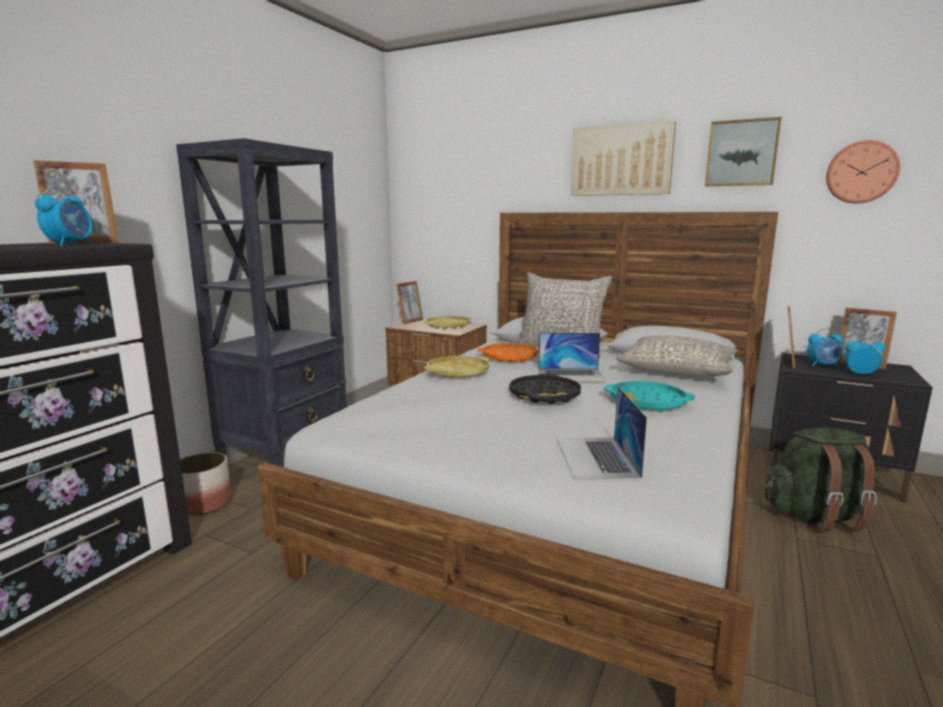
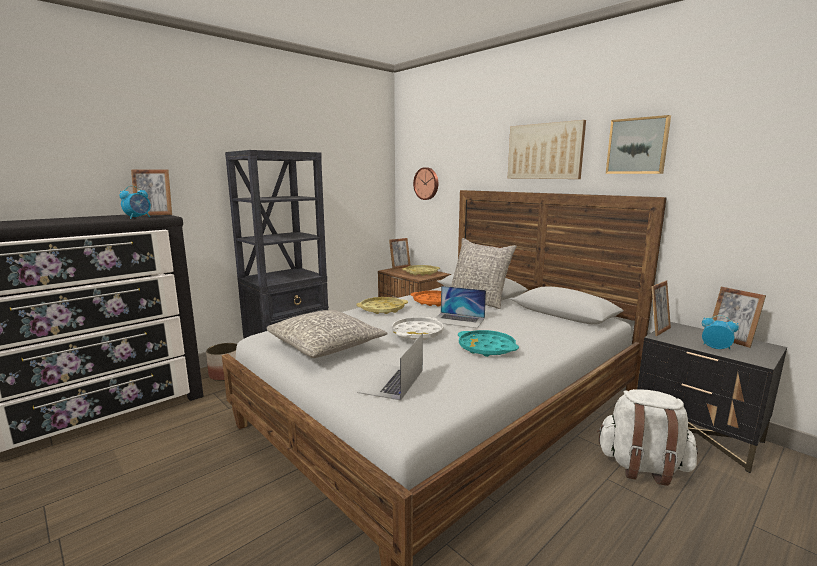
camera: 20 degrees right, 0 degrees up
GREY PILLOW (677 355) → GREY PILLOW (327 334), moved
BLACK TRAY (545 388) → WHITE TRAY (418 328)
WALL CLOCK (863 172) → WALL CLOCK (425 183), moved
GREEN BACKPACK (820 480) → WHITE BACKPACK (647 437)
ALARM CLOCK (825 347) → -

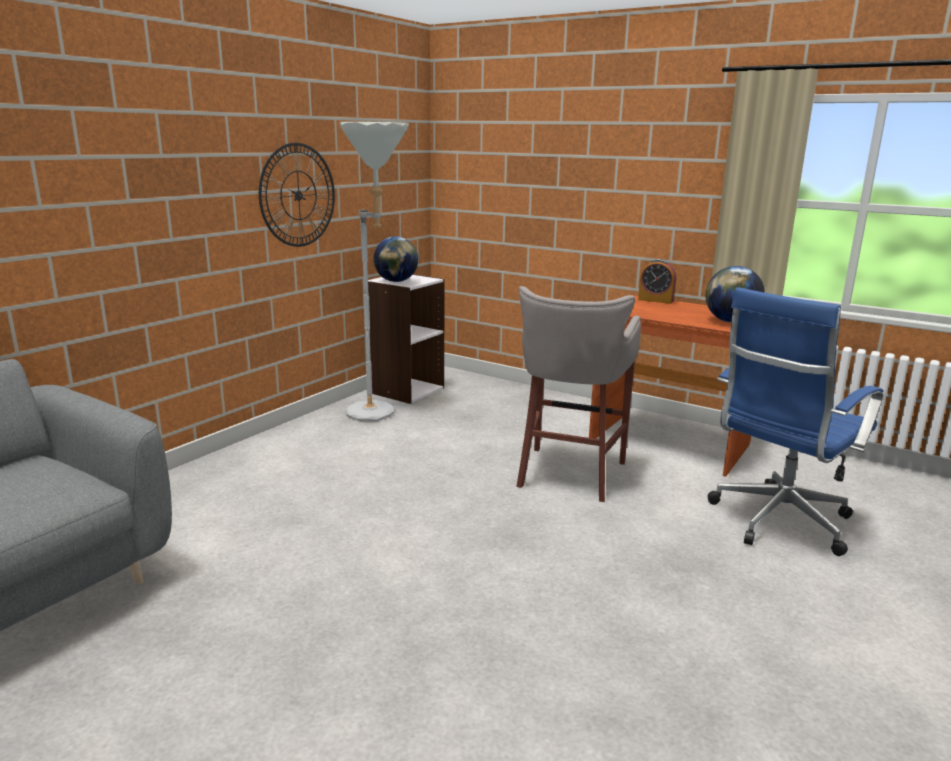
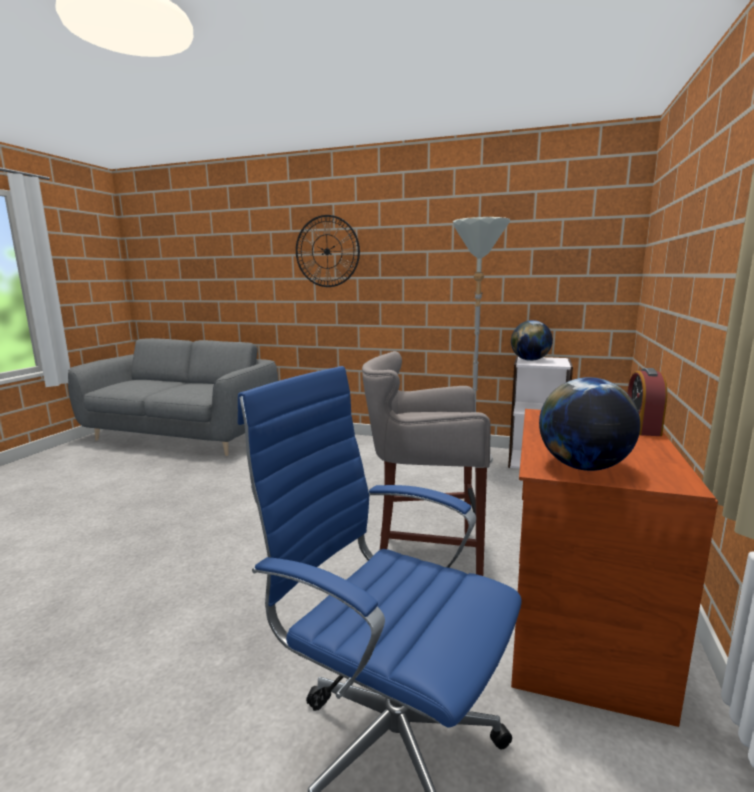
camera: 75 degrees right, 5 degrees down
WALL CLOCK (297 195) → WALL CLOCK (328 251), moved

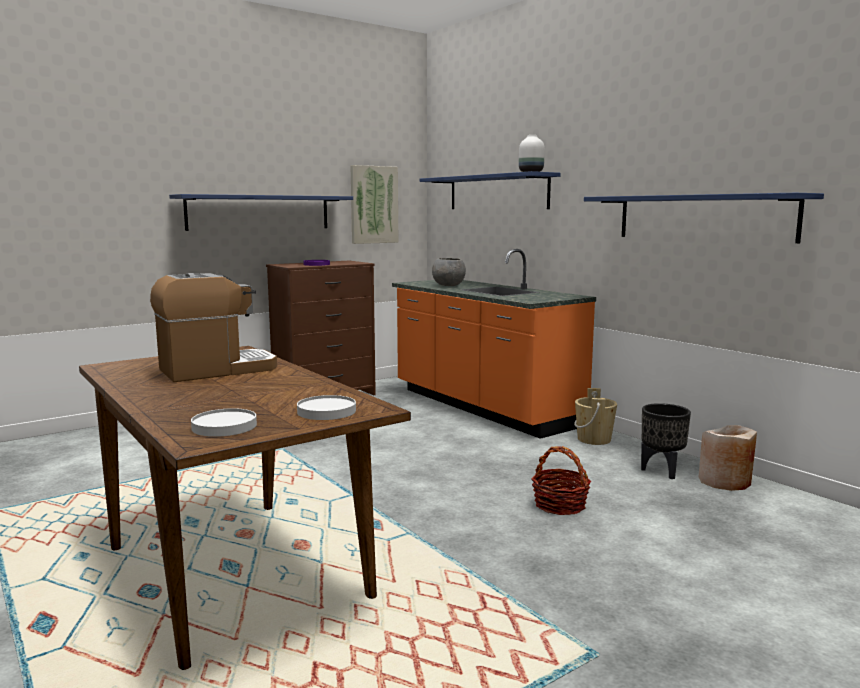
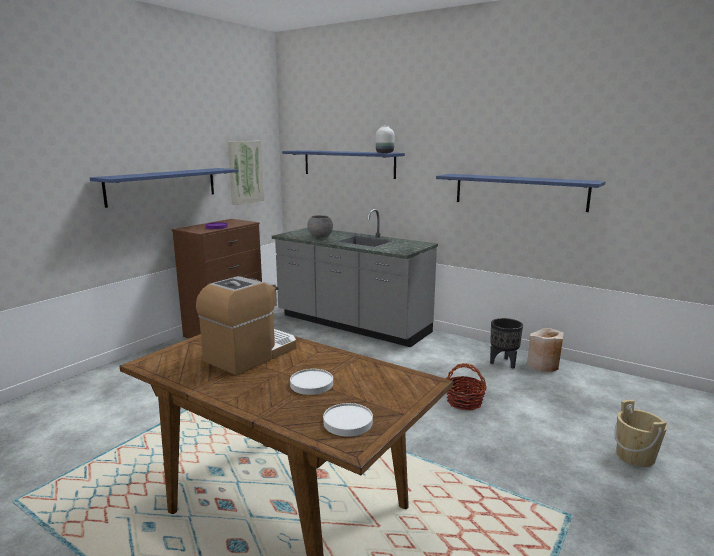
camera: 20 degrees left, 5 degrees up
ORANGE COUNTER (494 344) → GREY COUNTER (355 278)
WHITE PLATE (326 407) → WHITE PLATE (311 382), moved
BEIGE BUCKET (595 416) → BEIGE BUCKET (640 433), moved

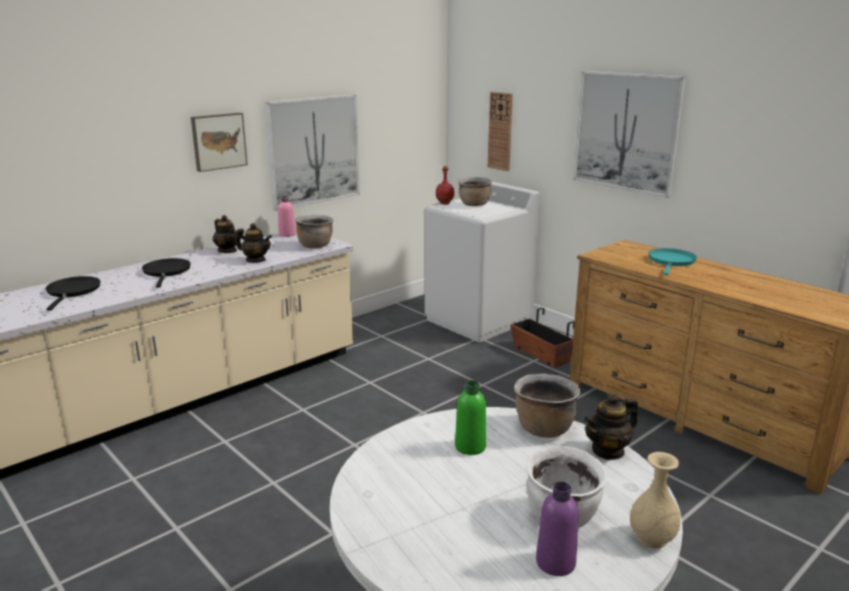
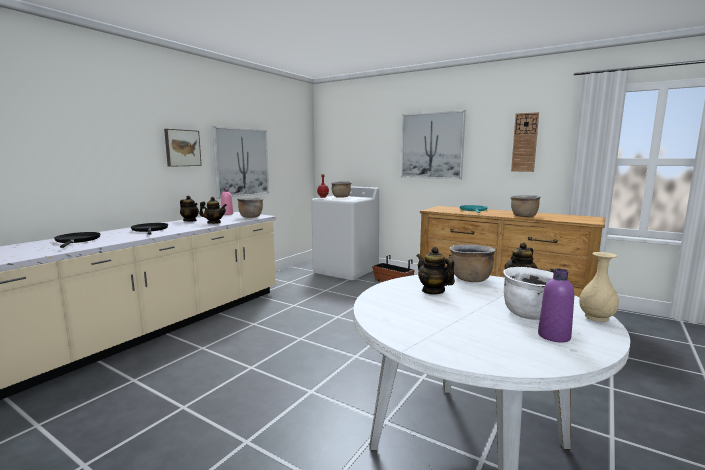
camera: 15 degrees left, 10 degrees down
GREEN BOTTLE (470 417) → TEAPOT (436 271)
- → BROWN COOKING POT (525 206)
WALL CLOCK (500 131) → WALL CLOCK (525 142), moved

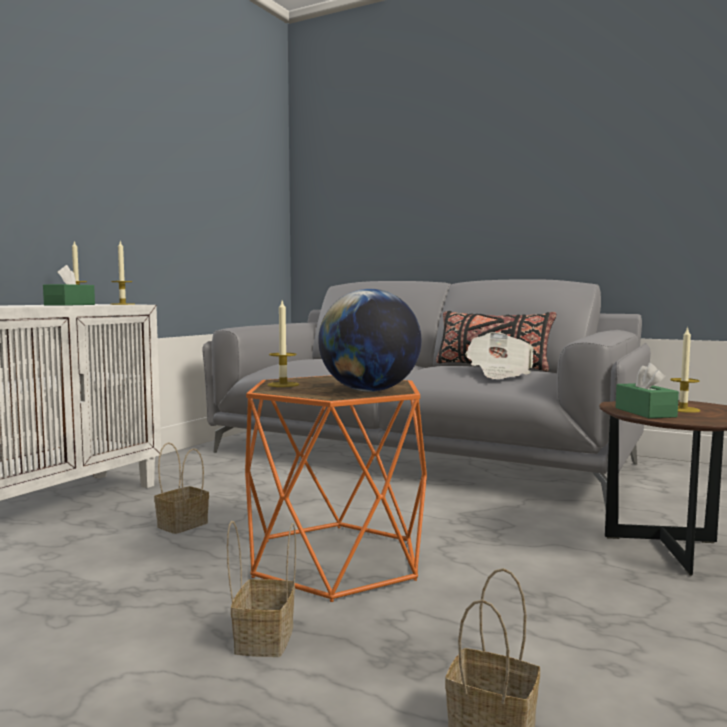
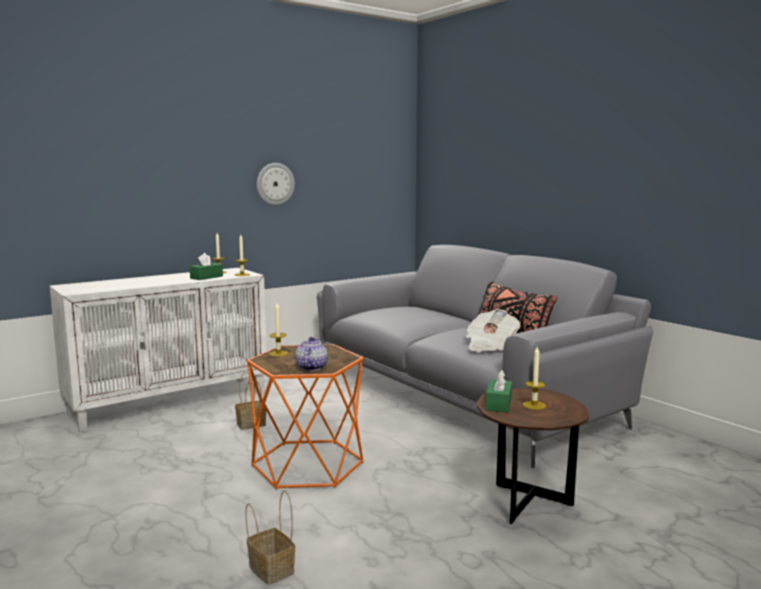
camera: 25 degrees right, 5 degrees up
- → WALL CLOCK (276 184)
GLOBE (369 340) → TEAPOT (311 354)
BASKET (261 589) → -

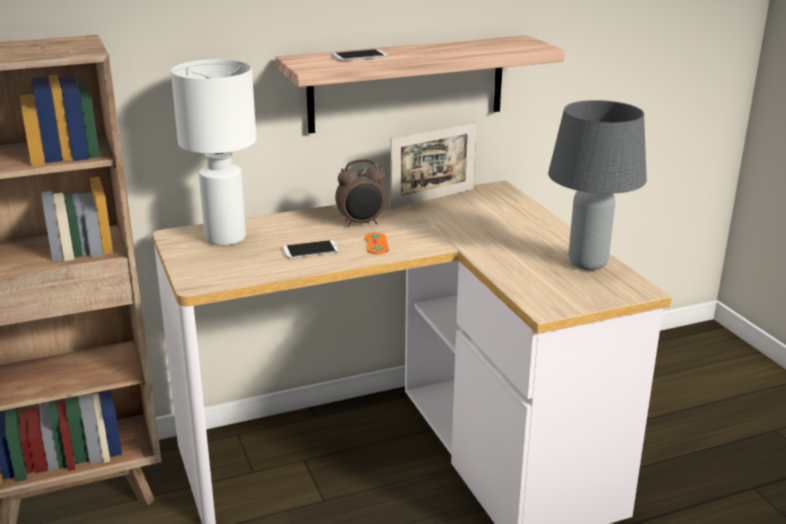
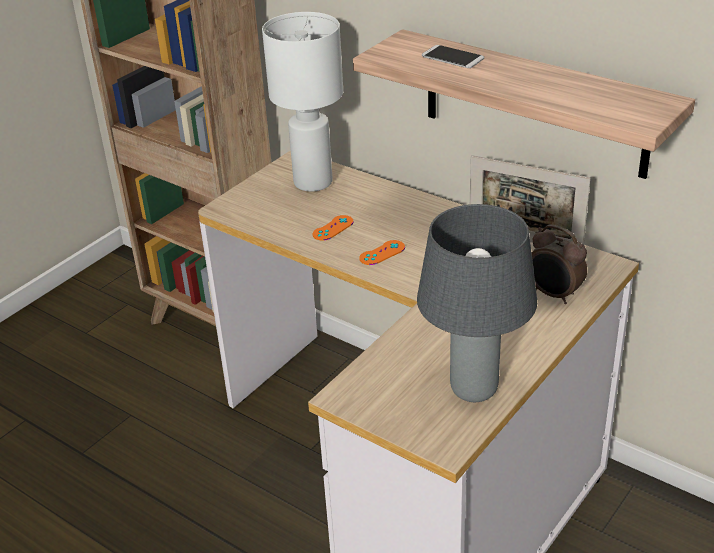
camera: 60 degrees right, 10 degrees up
PHONE (311 249) → ORANGE GAME CONTROLLER (333 228)
ALARM CLOCK (360 193) → ALARM CLOCK (559 264), moved

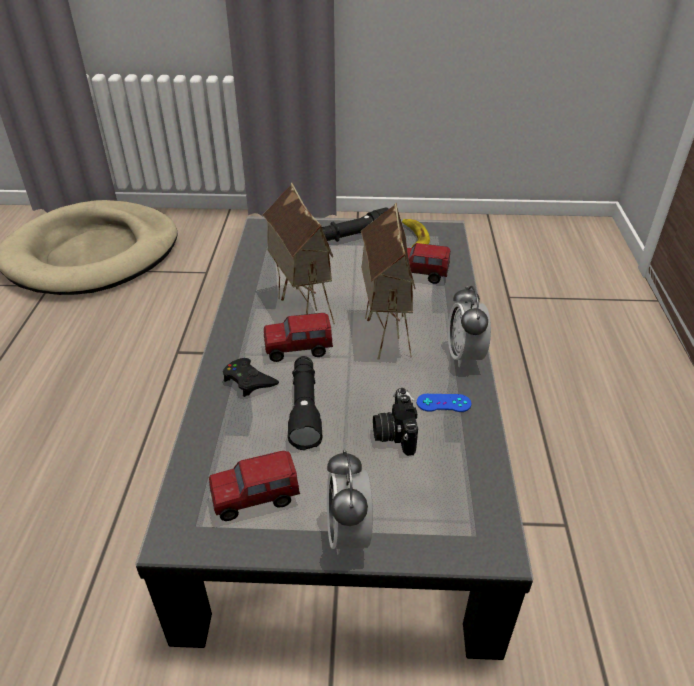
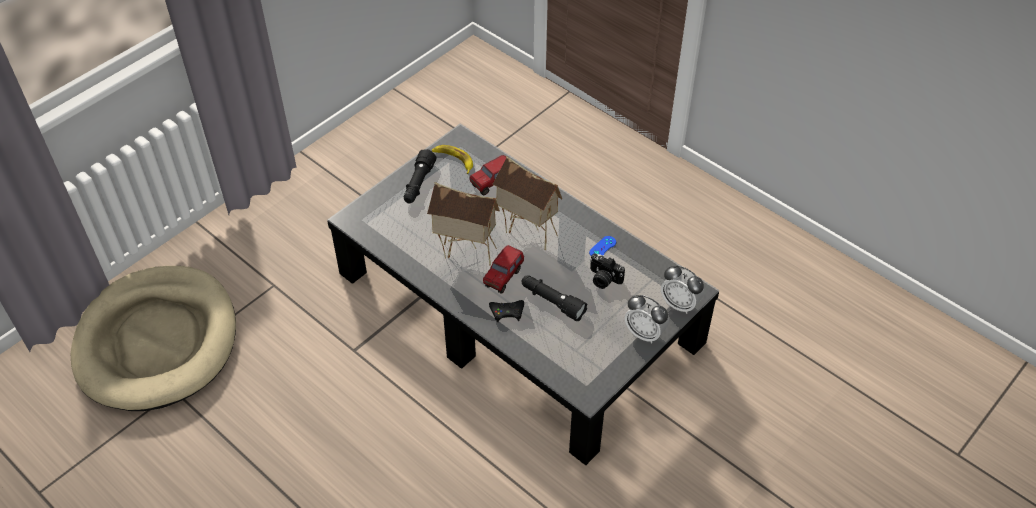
camera: 50 degrees left, 10 degrees up
ALARM CLOCK (469 326) → ALARM CLOCK (682 290), moved
TOY TRUCK (254 486) → -

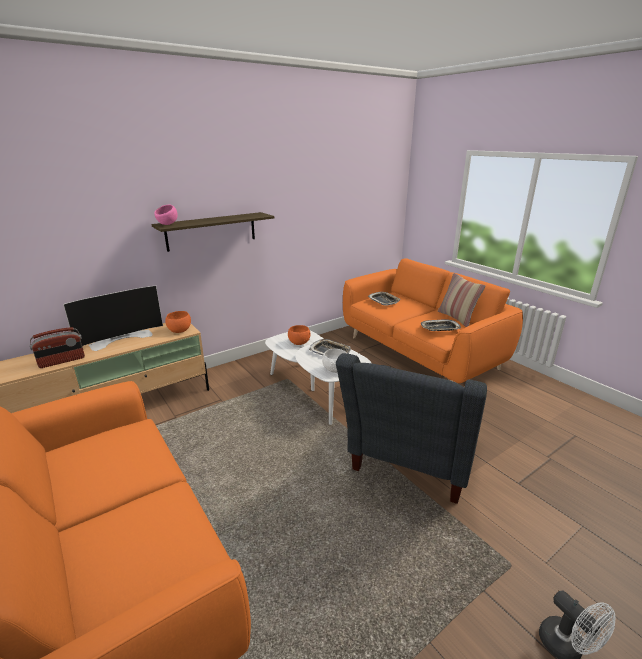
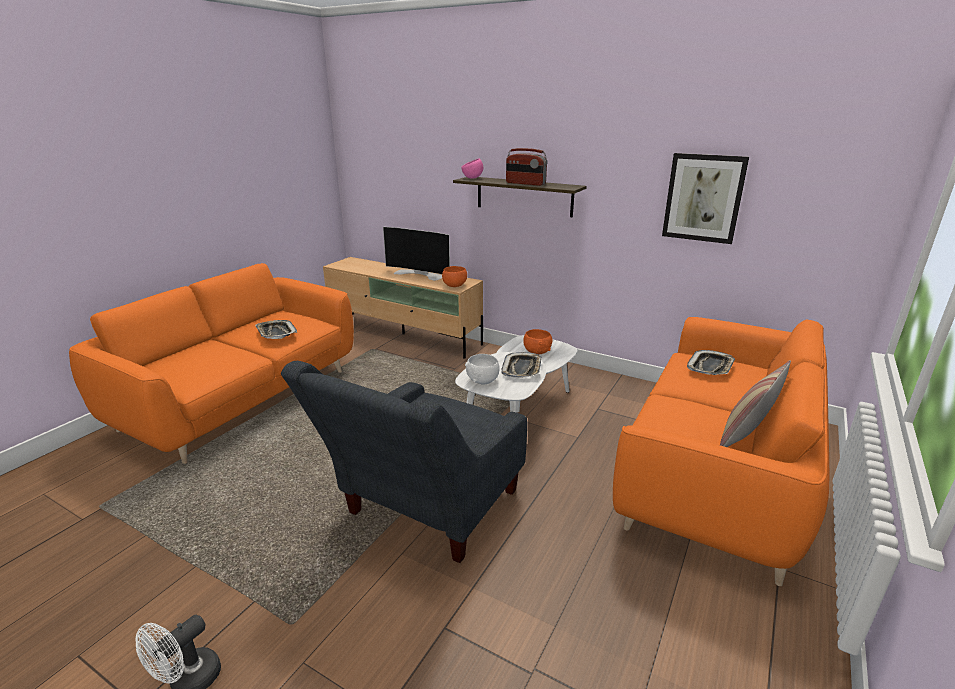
camera: 65 degrees right, 0 degrees up
TRAY (441 325) → TRAY (276 329), moved
GREY ARMCHAIR (411 428) → GREY ARMCHAIR (404 462), 60 degrees counterclockwise
RADIO (57 347) → RADIO (527 167), moved
- → PICTURE (705 198)

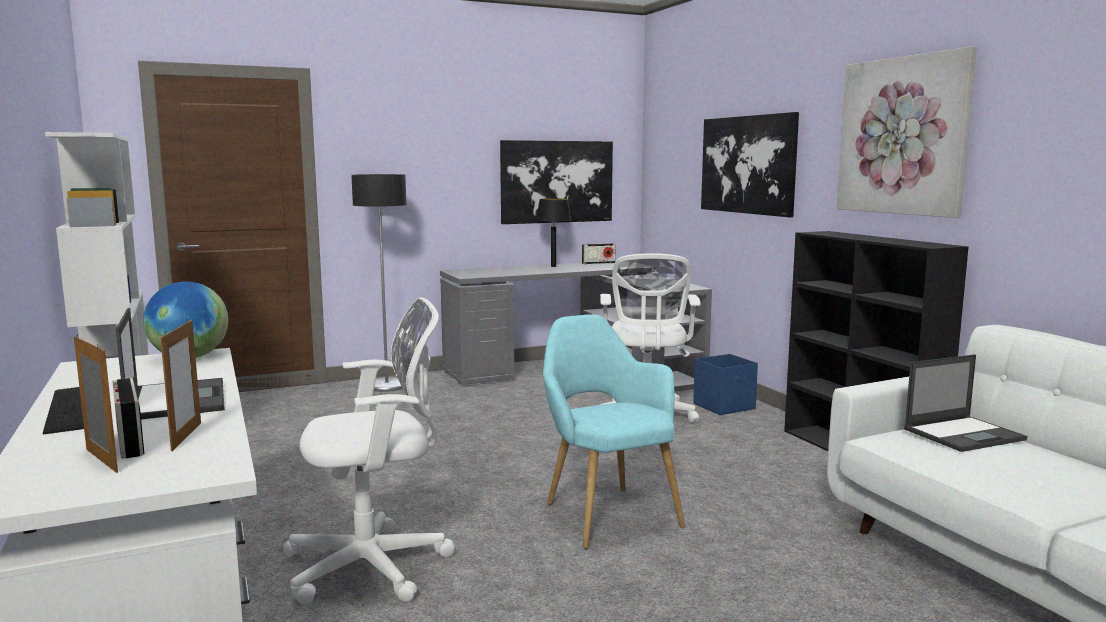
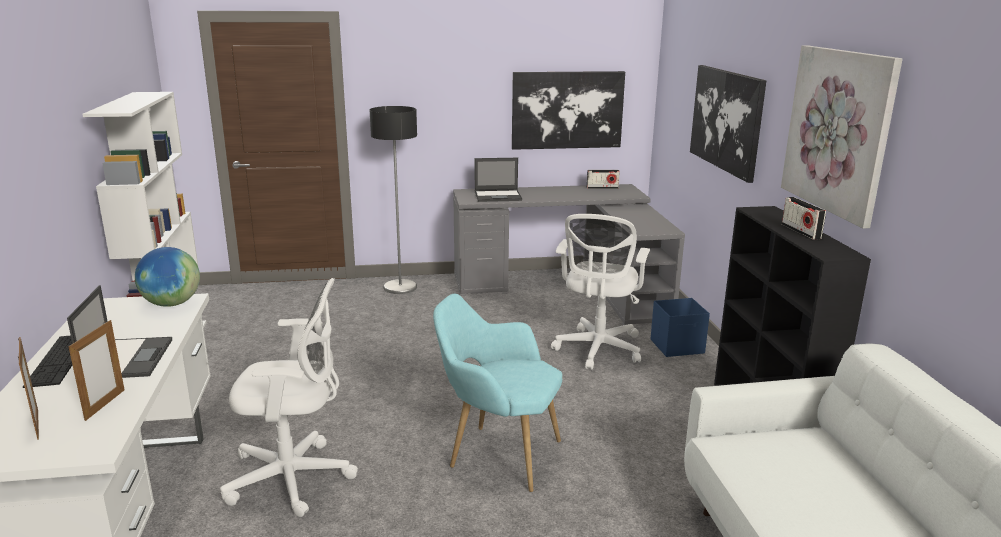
camera: 15 degrees right, 10 degrees up
TURQUOISE ARMCHAIR (614 431) → TURQUOISE ARMCHAIR (498 393), 60 degrees counterclockwise
LAPTOP (966 403) → LAPTOP (498 180), moved
RADIO (128 418) → RADIO (804 218), moved
BLACK TABLE LAMP (553 233) → -

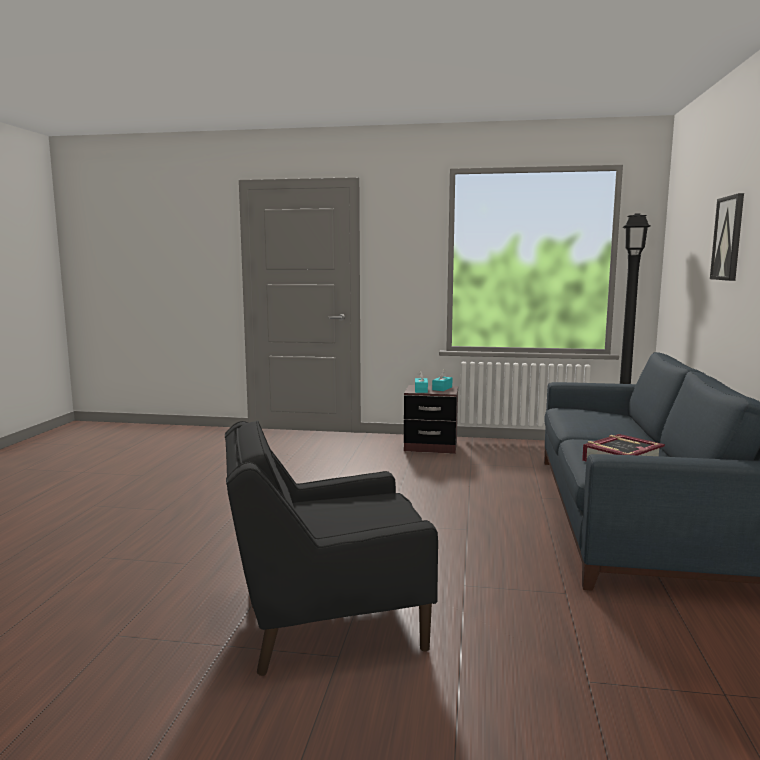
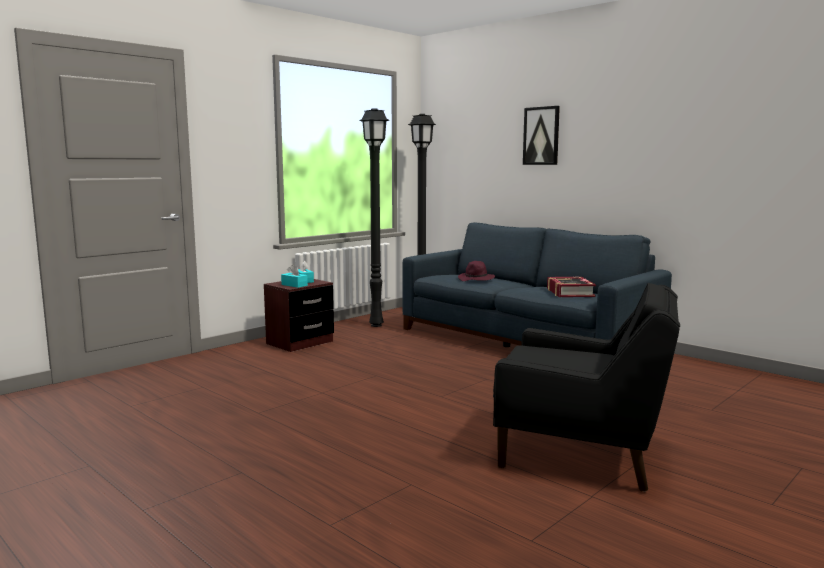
camera: 55 degrees left, 0 degrees up
- → BLACK FLOOR LAMP (374 217)
- → PURPLE HAT (476 271)
BLACK ARMCHAIR (331 548) → BLACK ARMCHAIR (586 387), 90 degrees counterclockwise

